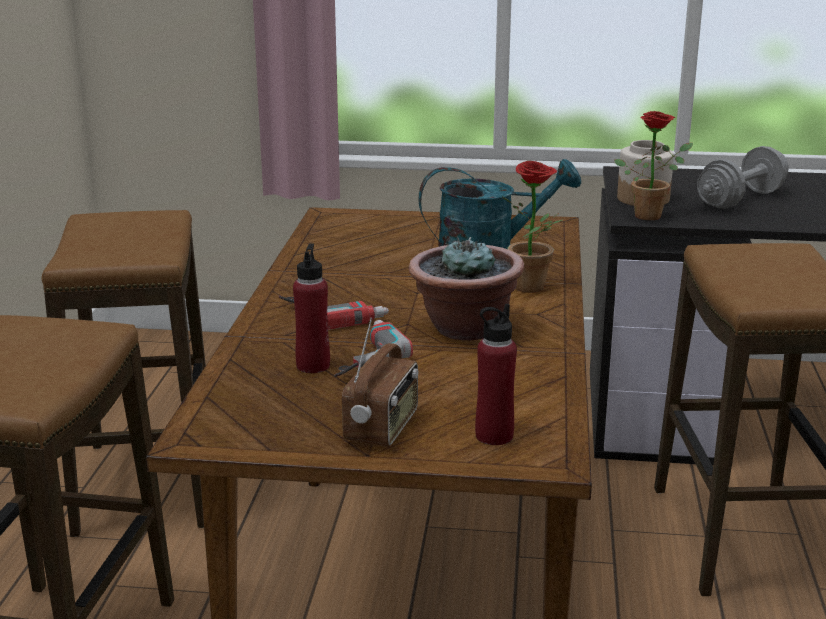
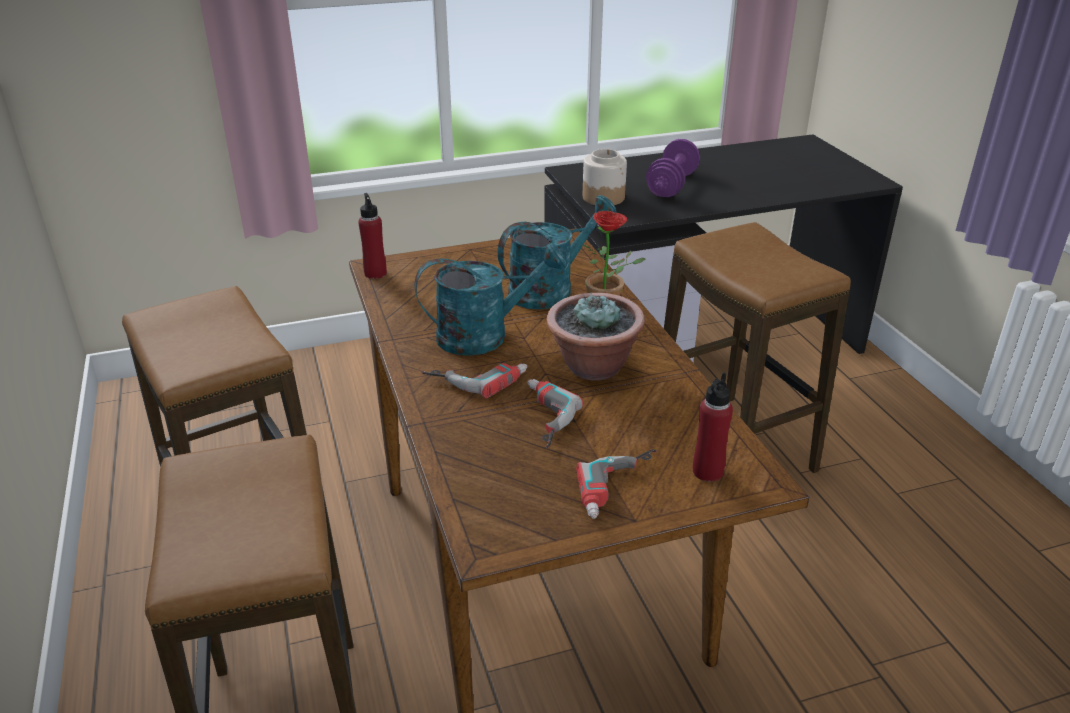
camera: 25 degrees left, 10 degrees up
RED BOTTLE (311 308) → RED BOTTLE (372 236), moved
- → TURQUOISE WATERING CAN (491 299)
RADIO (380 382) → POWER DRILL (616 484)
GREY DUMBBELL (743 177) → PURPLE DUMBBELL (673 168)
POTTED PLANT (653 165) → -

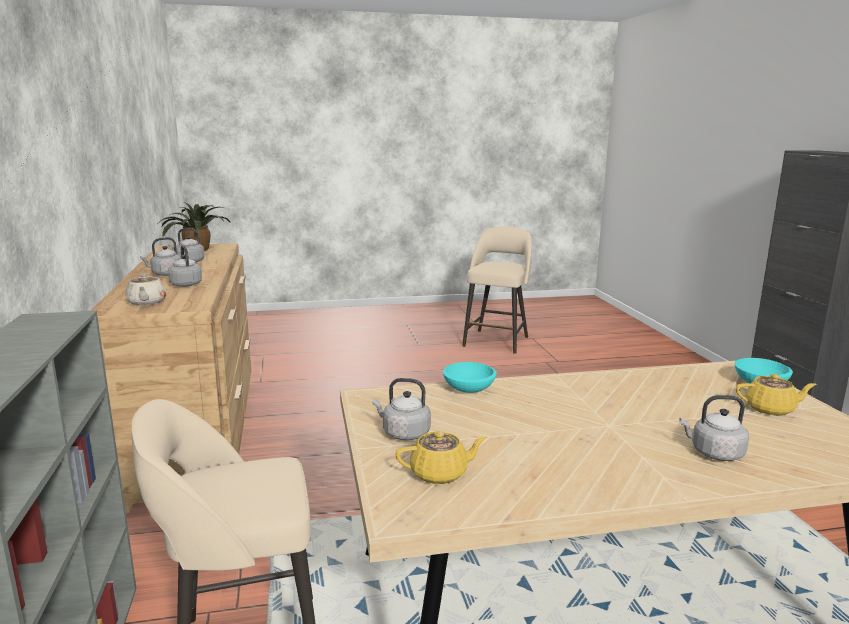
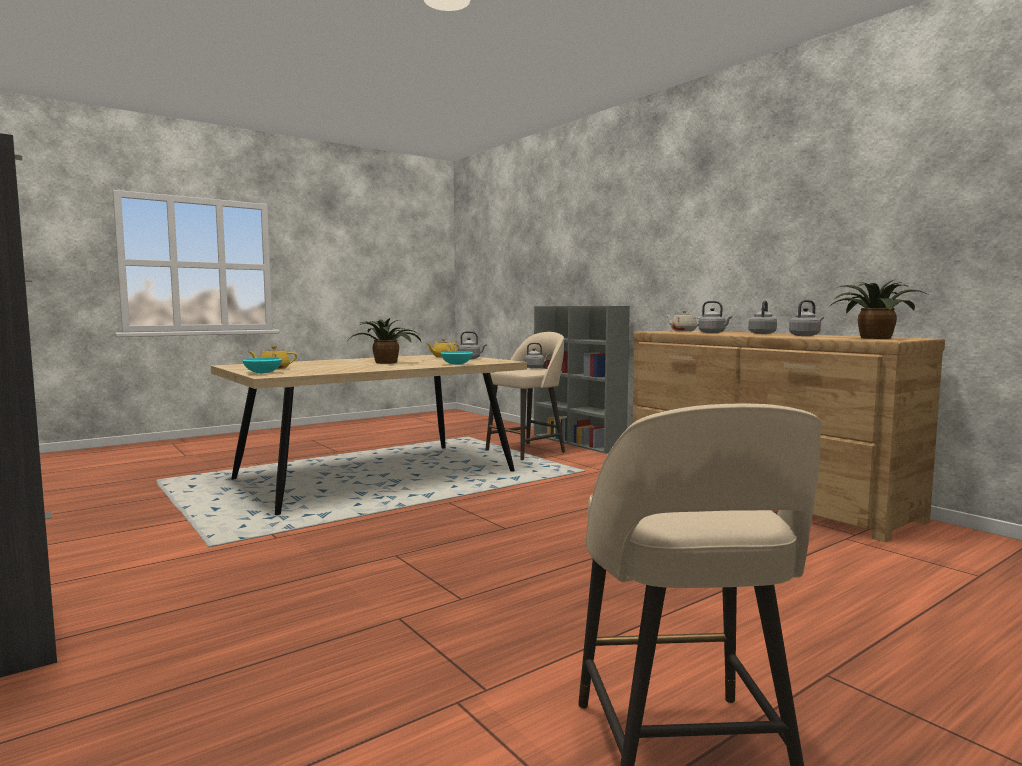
camera: 155 degrees right, 10 degrees down
- → POTTED PLANT (385 341)
GREY KETTLE (714 428) → GREY KETTLE (537 355), moved

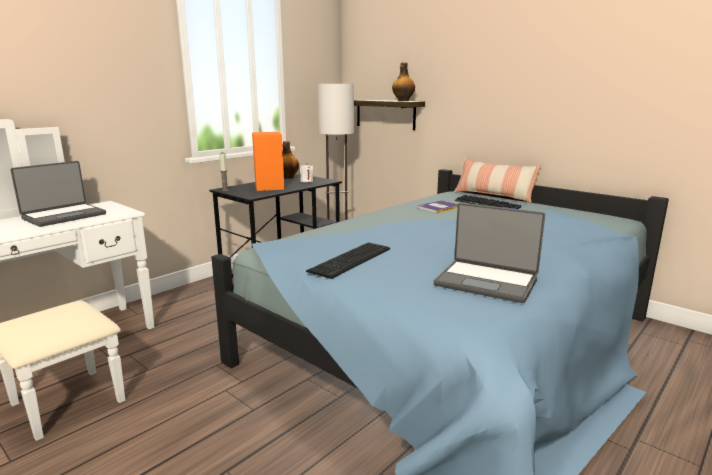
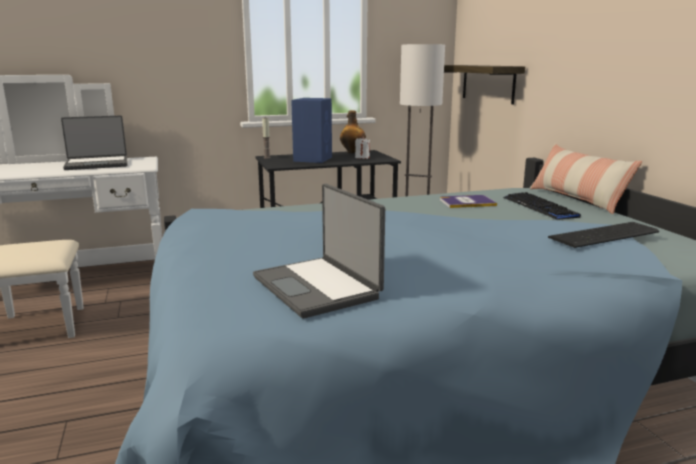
camera: 30 degrees right, 0 degrees up
ORANGE SPEAKER (268 161) → BLUE SPEAKER (311 130)
KEYBOARD (348 260) → KEYBOARD (603 235), moved
BOTTLE (403 81) → -

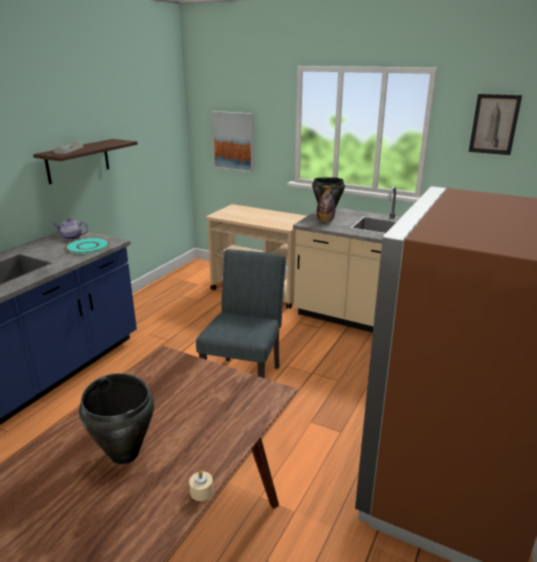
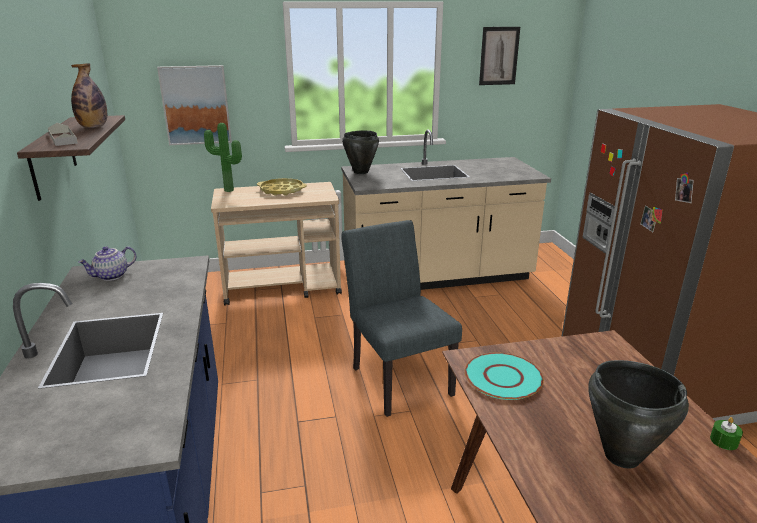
camera: 40 degrees left, 0 degrees up
BOTTLE (326 204) → BOTTLE (89 95), moved
- → POTTED PLANT (223 157)
- → YELLOW TRAY (282 187)
TURQUOISE PLATE (87 246) → TURQUOISE PLATE (504 376), moved
BEIGE CANDLE (201 486) → GREEN CANDLE (726 433)

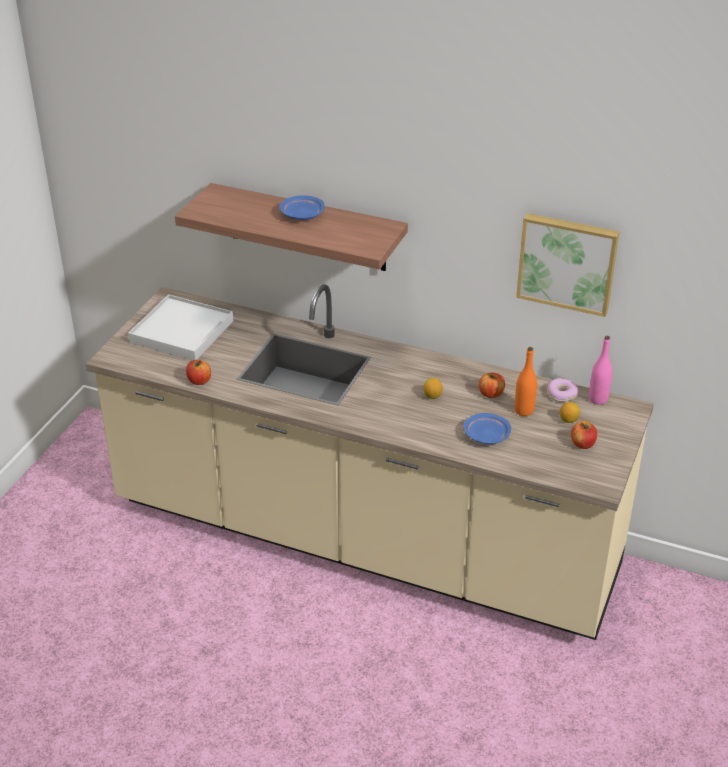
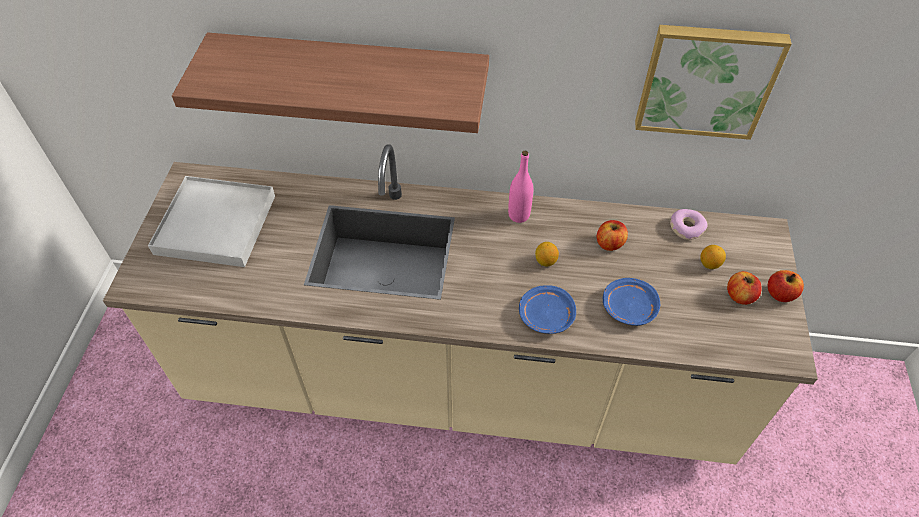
camera: 15 degrees left, 15 degrees up
PINK BOTTLE (600 370) → PINK BOTTLE (520 187), moved
BLUE PLATE (302 207) → BLUE PLATE (547 309), moved
APPLE (198 372) → APPLE (785 286), moved
ORANGE BOTTLE (526 381) → -

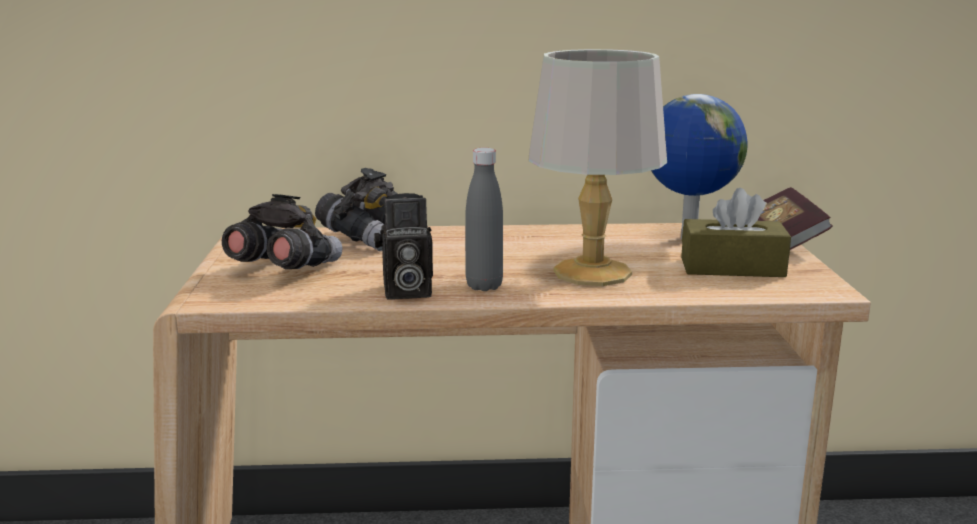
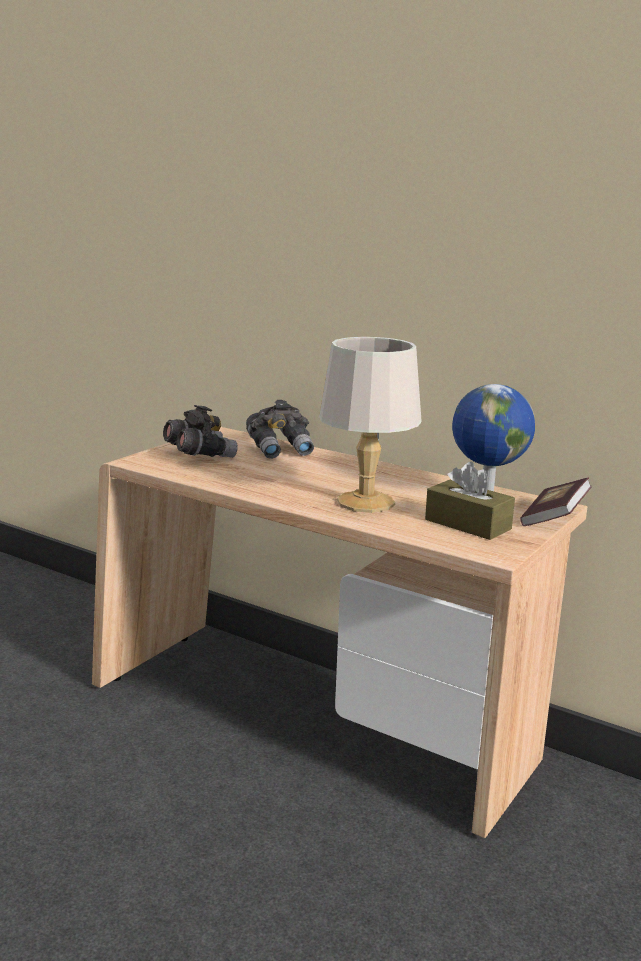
camera: 35 degrees right, 0 degrees up
PHOTO CAMERA (403 246) → -
GREY BOTTLE (484 219) → -

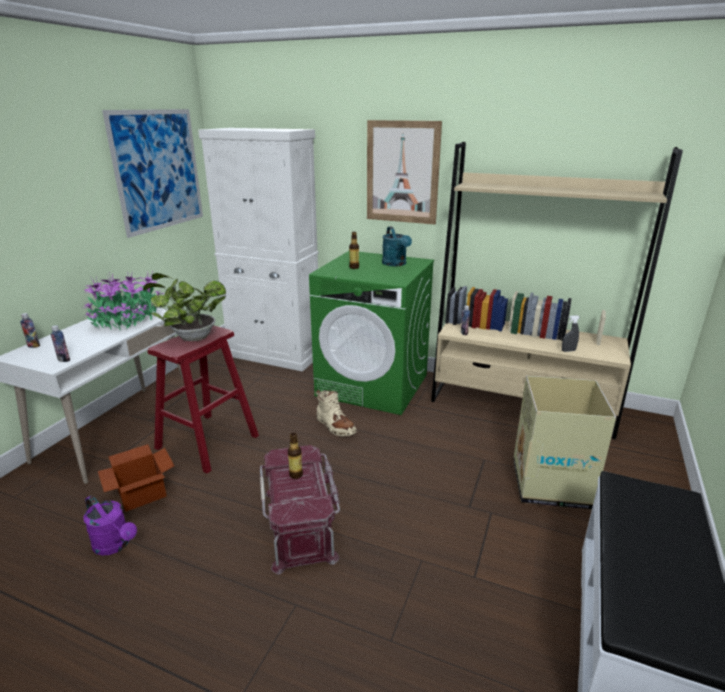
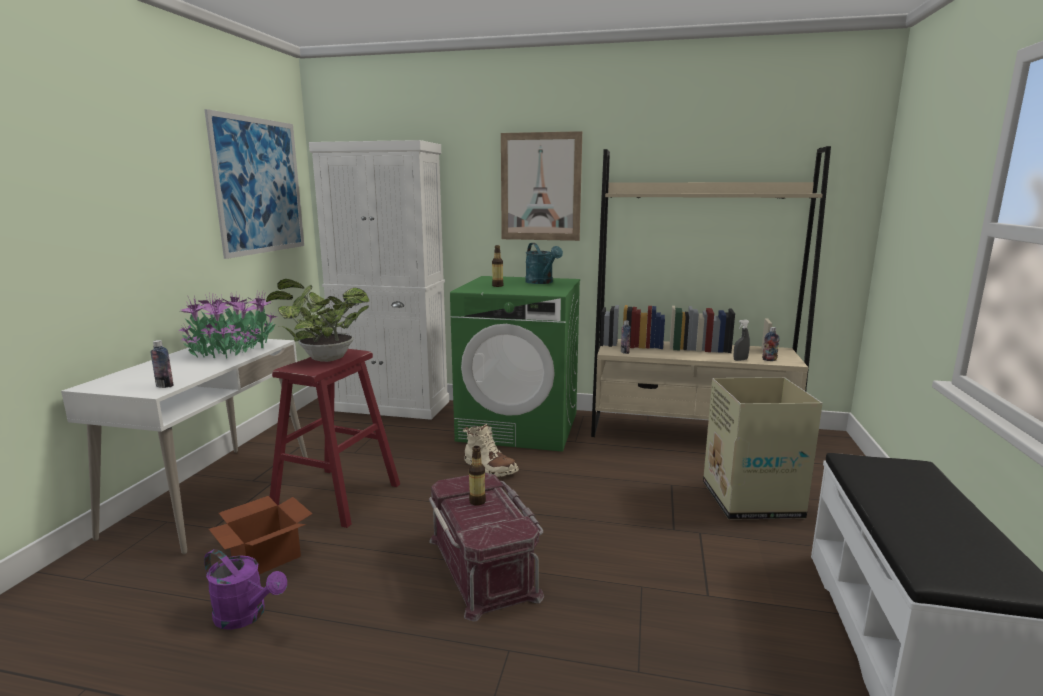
camera: 10 degrees left, 10 degrees down
BOTTLE (30 330) → BOTTLE (771 344), moved

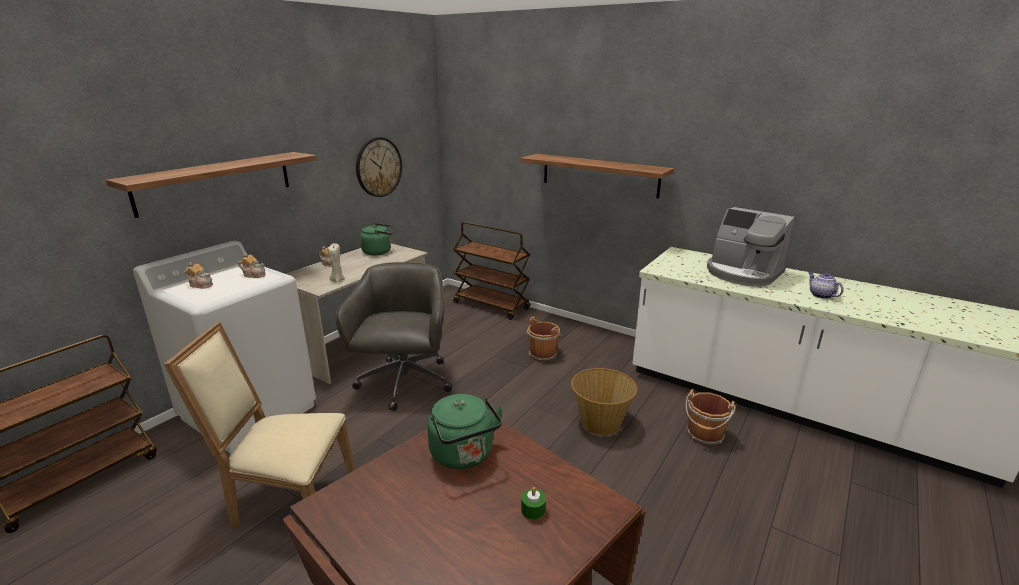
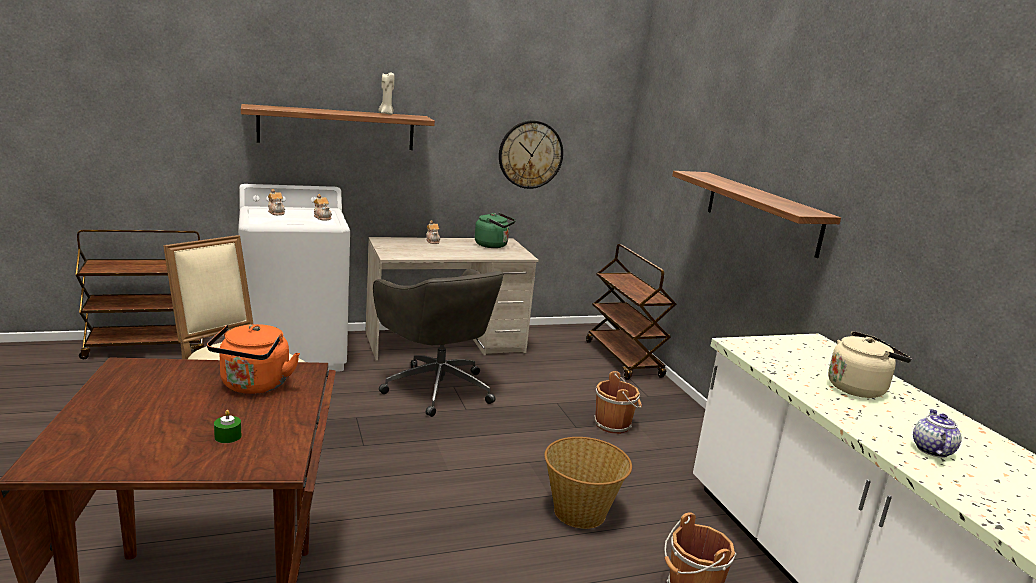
camera: 35 degrees right, 5 degrees down
GREEN KETTLE (464 431) → ORANGE KETTLE (253 359)
GREY OFFICE CHAIR (393 336) → GREY OFFICE CHAIR (438 343), 105 degrees clockwise
BEIGE CANDLE (336 262) → BEIGE CANDLE (386 94), moved
COFFEE MACHINE (750 247) → BEIGE KETTLE (870 364)

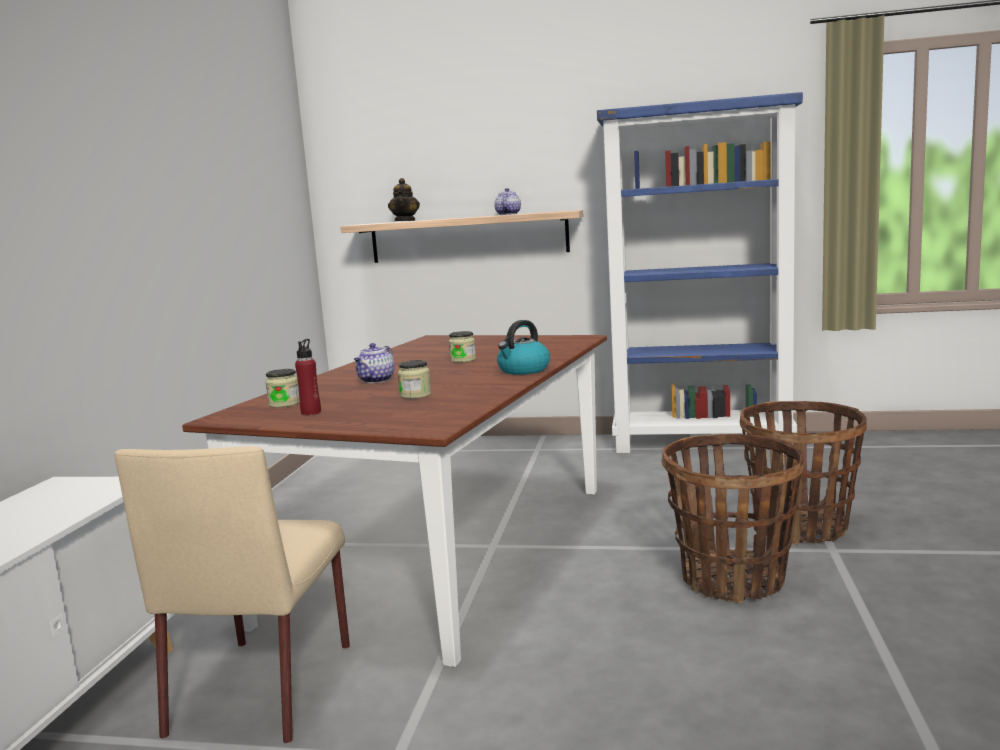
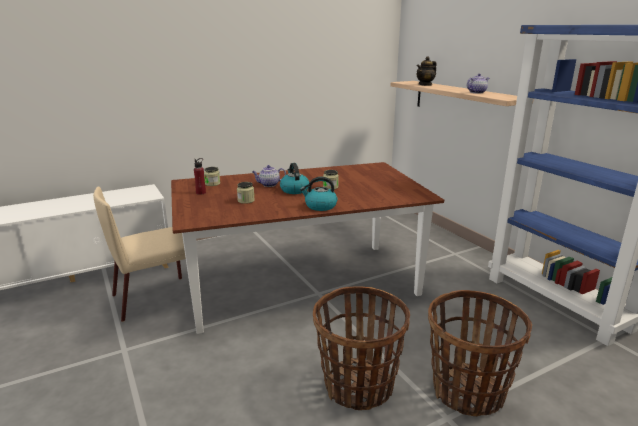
camera: 50 degrees right, 10 degrees up
- → KETTLE (294 178)

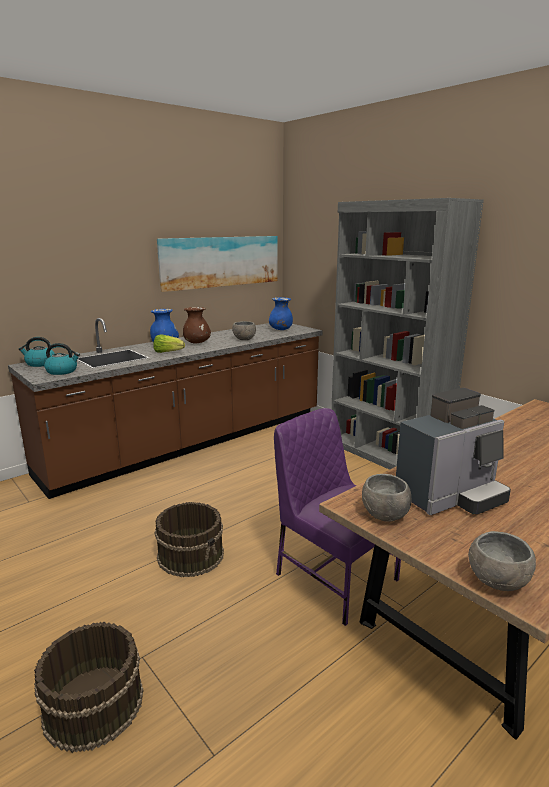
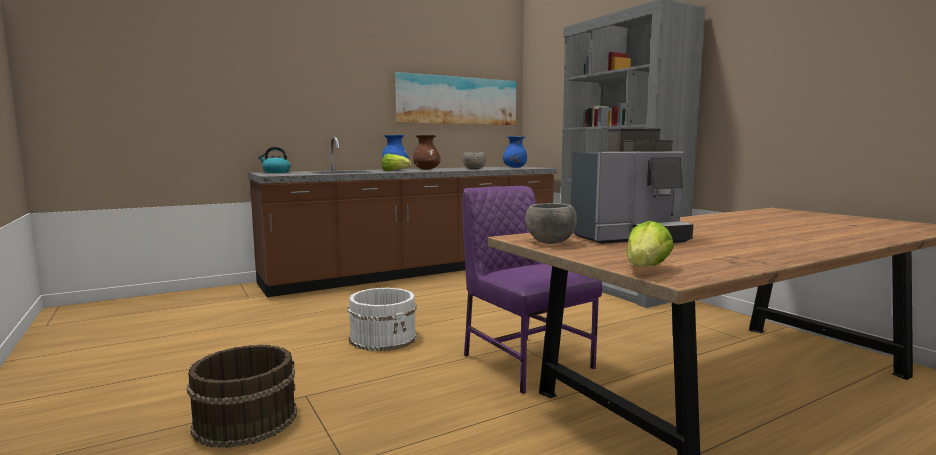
camera: 10 degrees right, 10 degrees down
BROWN BUCKET (189 539) → WHITE BUCKET (382 319)
GREY BOWL (502 561) → LETTUCE (650 243)
KETTLE (62 359) → -

